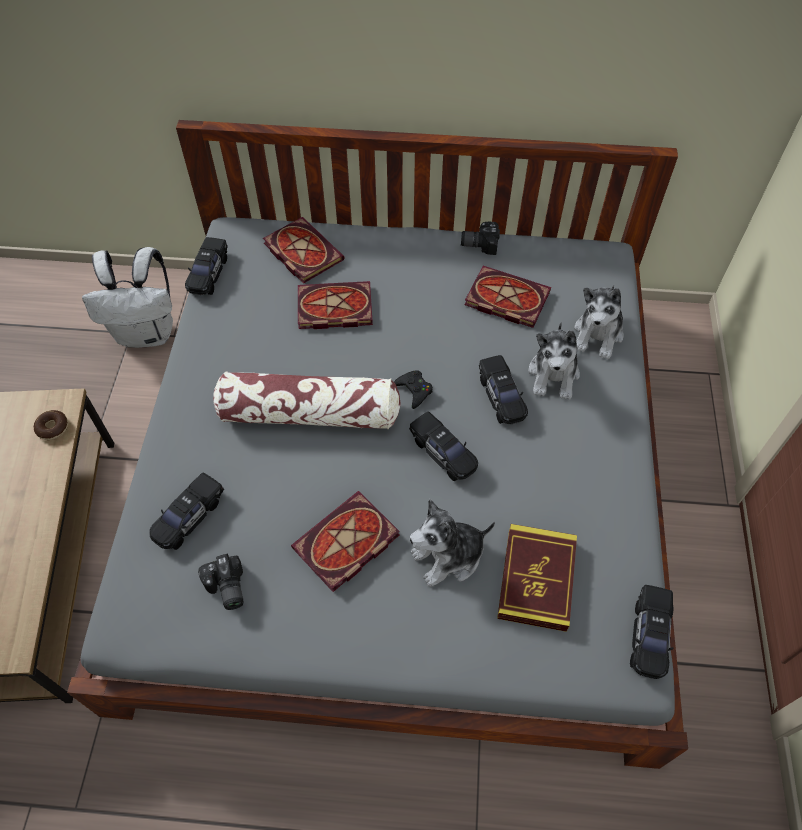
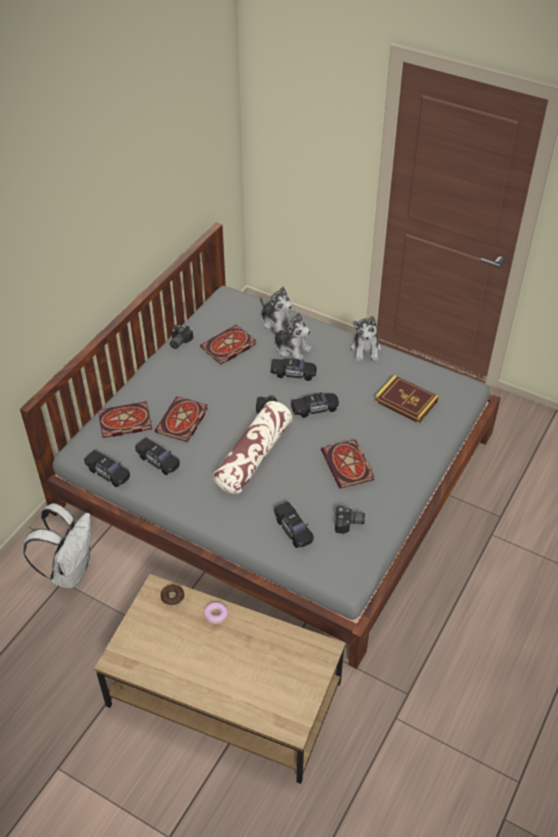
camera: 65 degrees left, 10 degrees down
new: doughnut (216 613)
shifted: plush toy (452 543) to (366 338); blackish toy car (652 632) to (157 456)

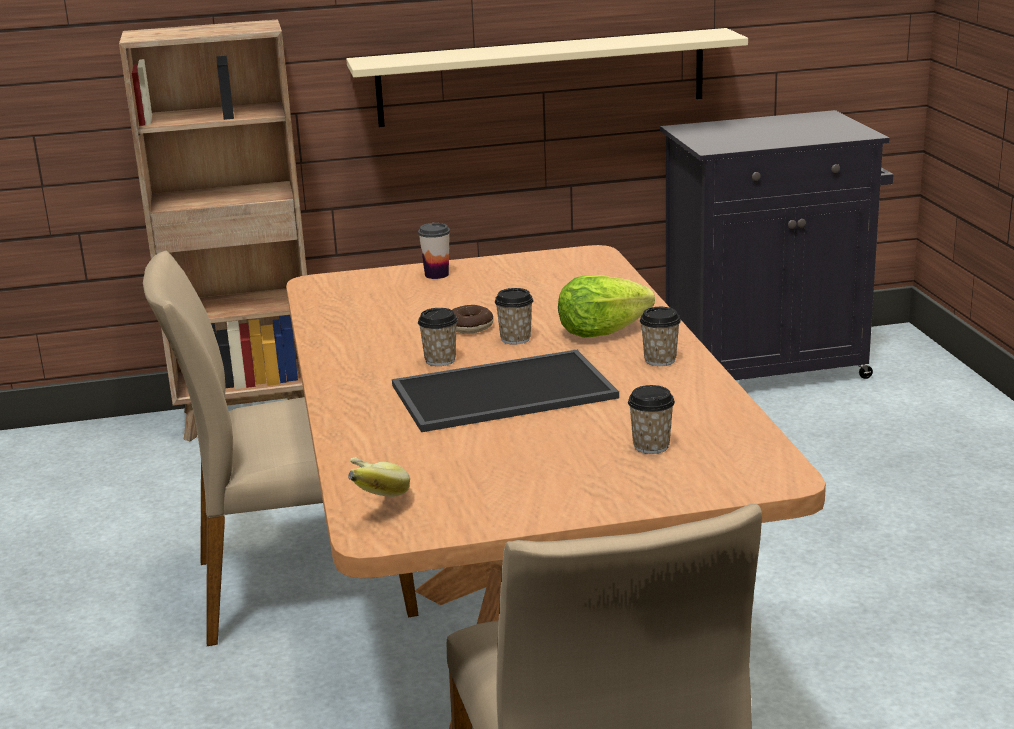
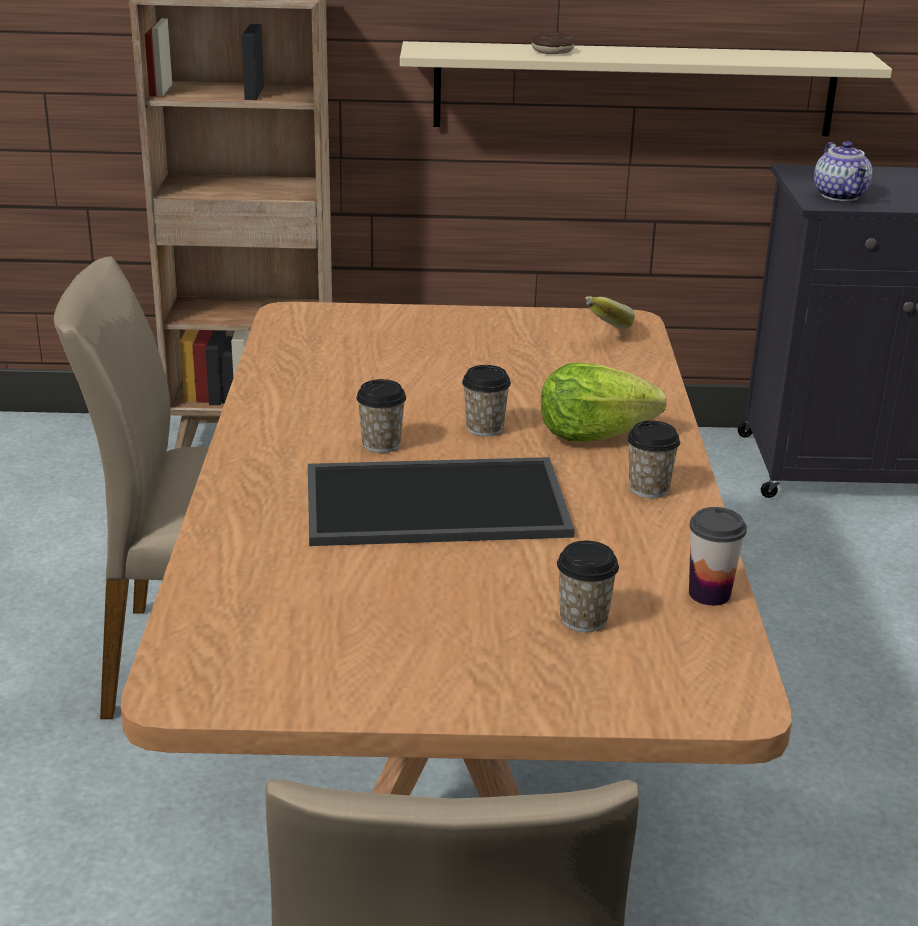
camera: 10 degrees right, 5 degrees up
new: tea pot (843 171)
shifted: whole banana (379 477) to (610 312); drinking cup (434 251) to (718 556); doughnut (472 319) to (553 43)

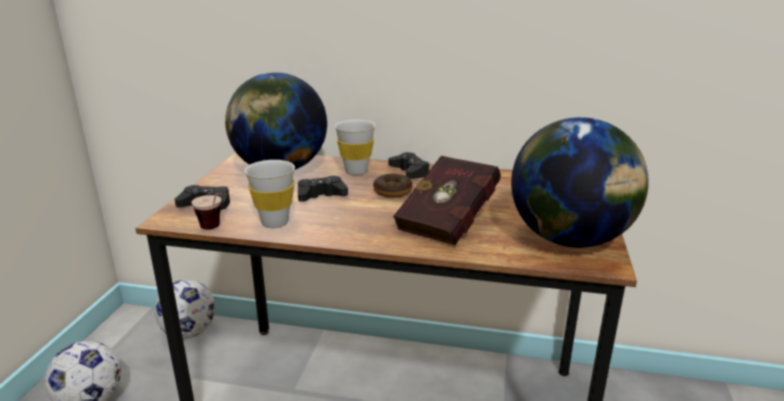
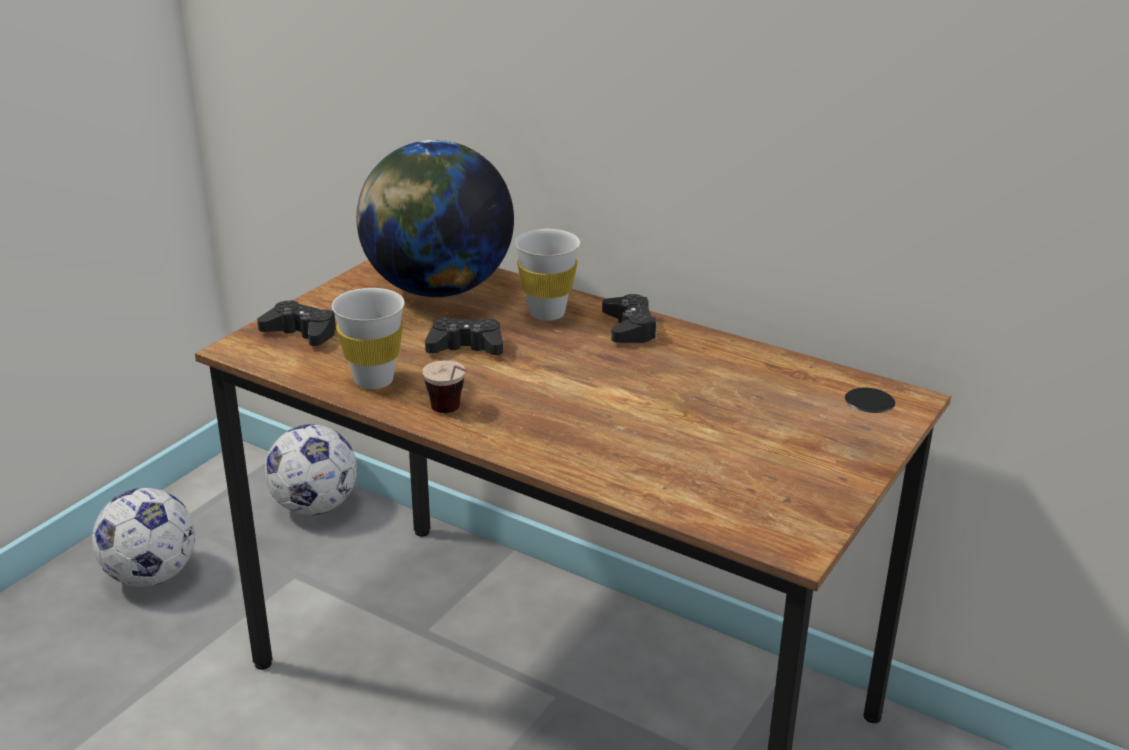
camera: 20 degrees right, 5 degrees up
gone: doughnut (392 186); red book (447 200); world globe (580 182)
shifted: drinking cup (209 211) to (444 386)

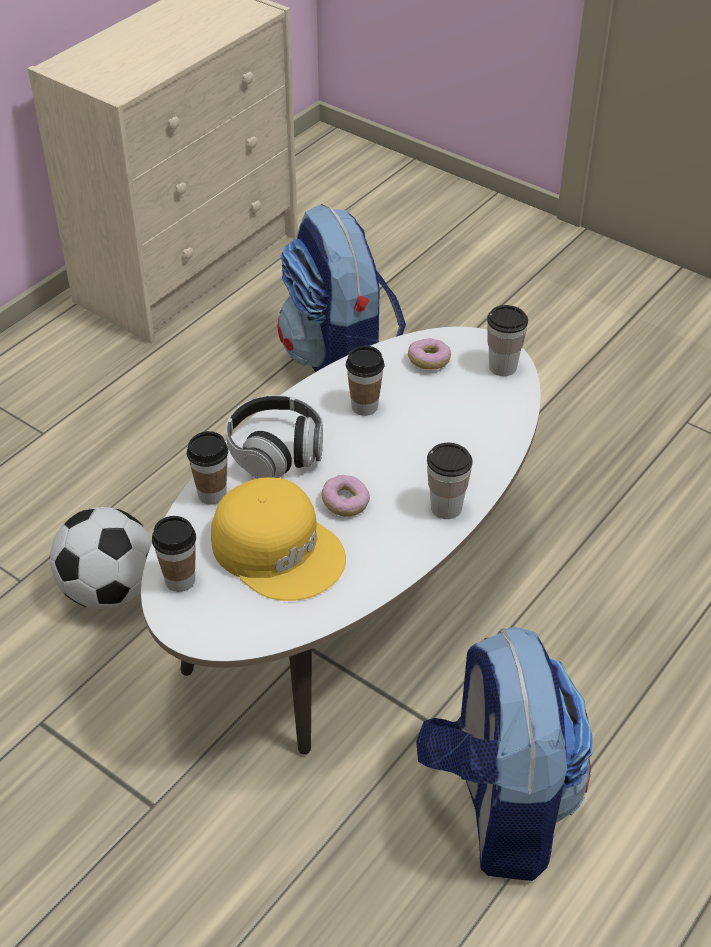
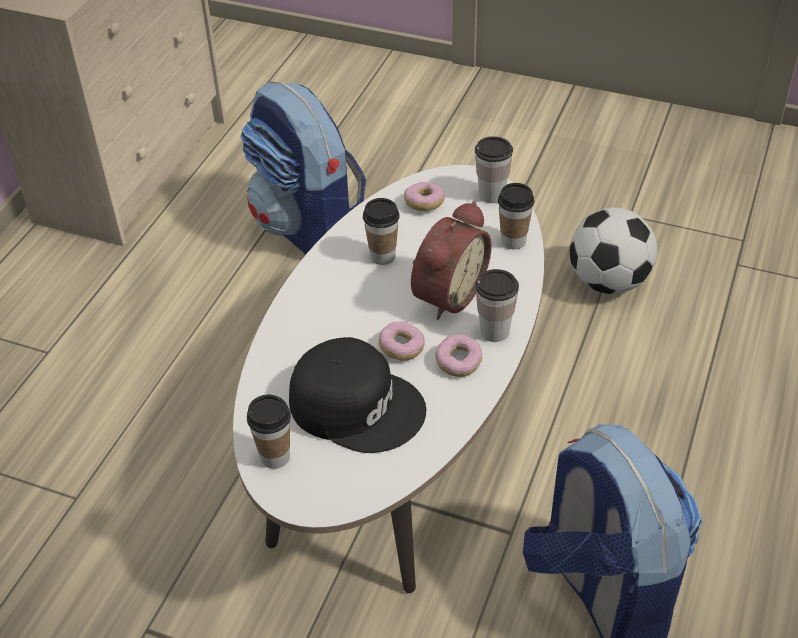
camera: 15 degrees left, 0 degrees up
gone: headphones (274 437)
new: table clock (451 260); doughnut (458 355)
shifted: ball for football (101 558) to (613 250); drinking cup (207 468) to (516 216)
repainted: yellow-coloured peaked cap (278 539) to blackish peaked cap (357 395)

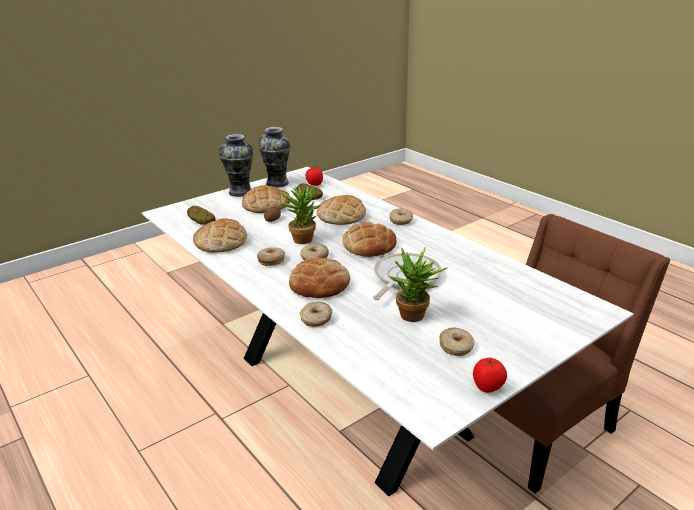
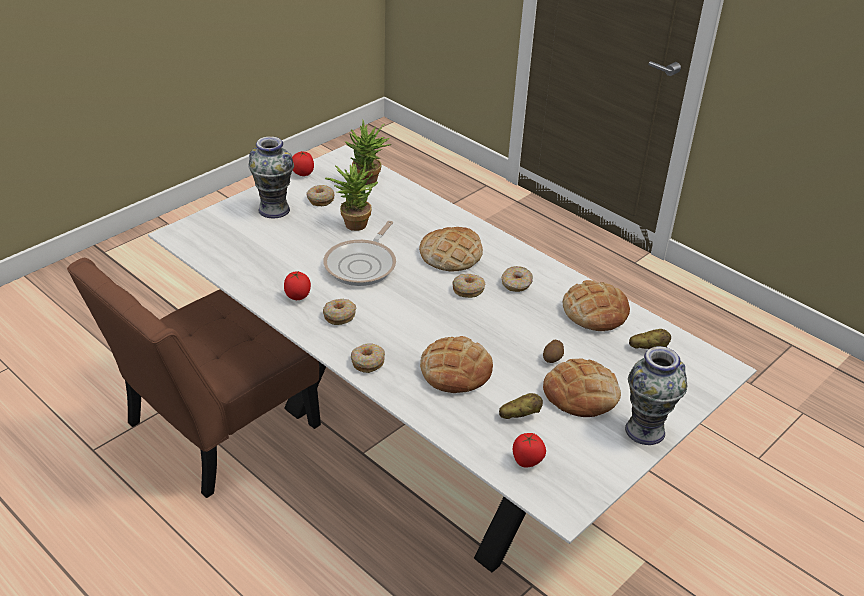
camera: 170 degrees right, 10 degrees up
gone: baked bread (370 239)
new: whole tomato (297 286)
shifted: decorative vase (275 157) to (271 177); plant in a pot (300 214) to (368 152); doughnut (316 314) to (340 312)

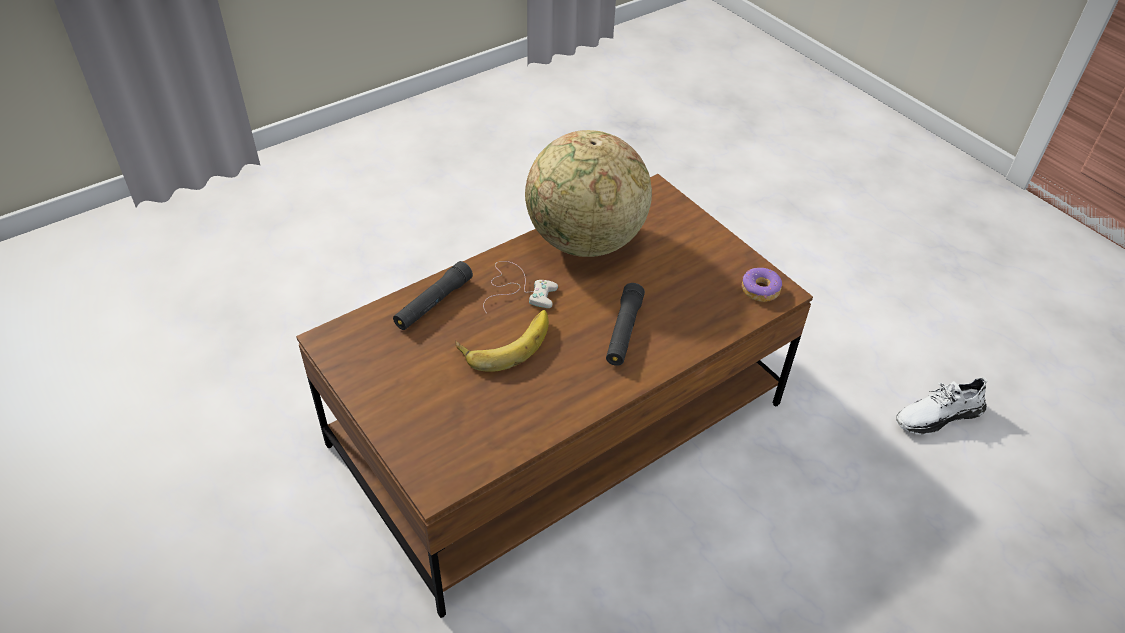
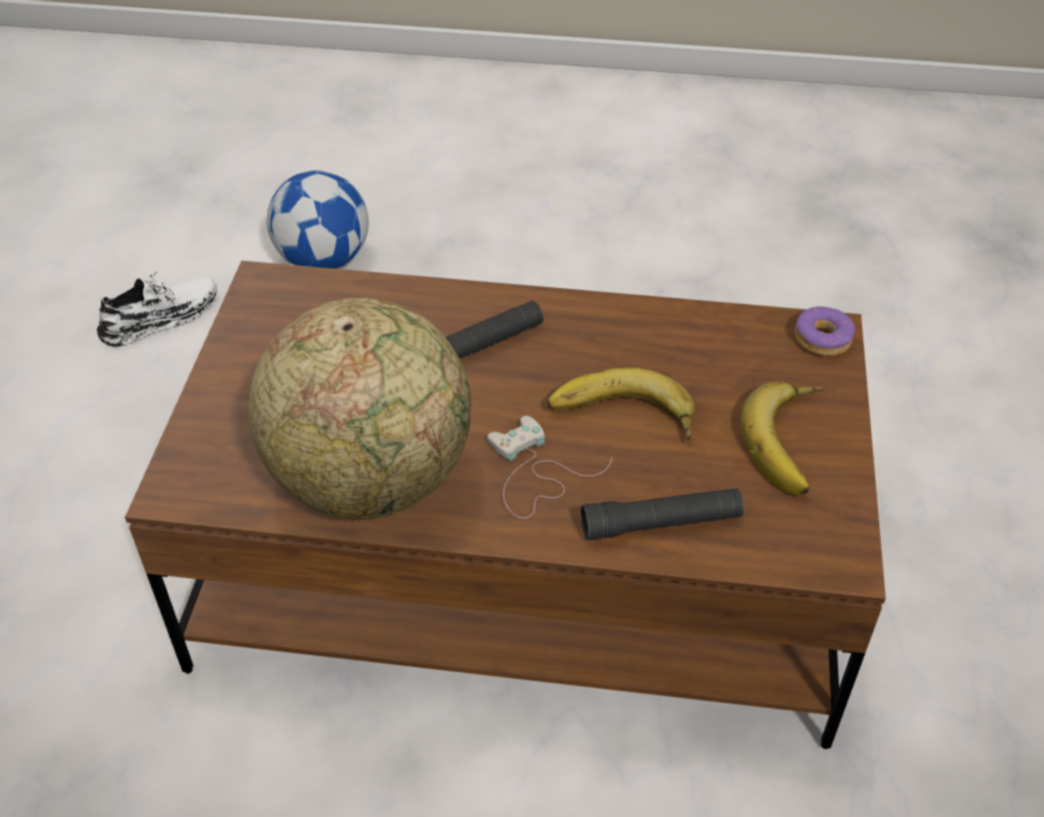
camera: 135 degrees left, 0 degrees up
new: ball for football (318 219); whole banana (783 438)
shifted: doughnut (762 285) to (825 331)
rotated: white shoe (942 405) = (157 309) 60 degrees counterclockwise

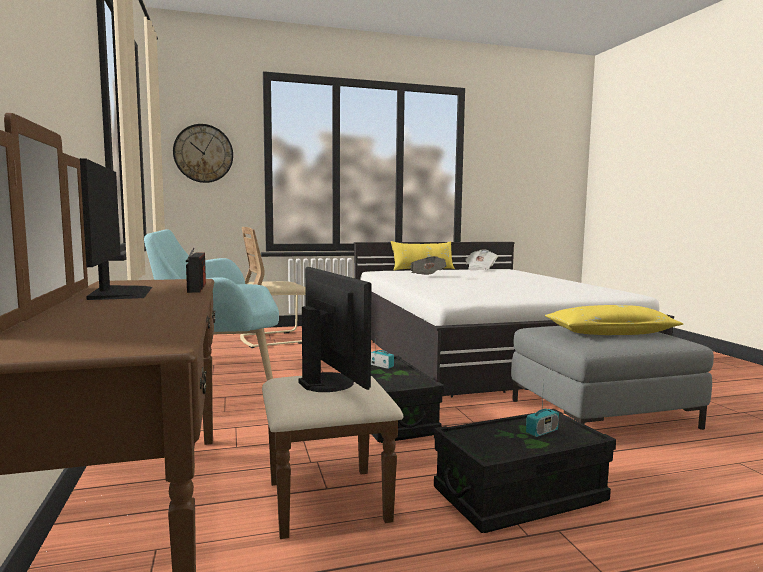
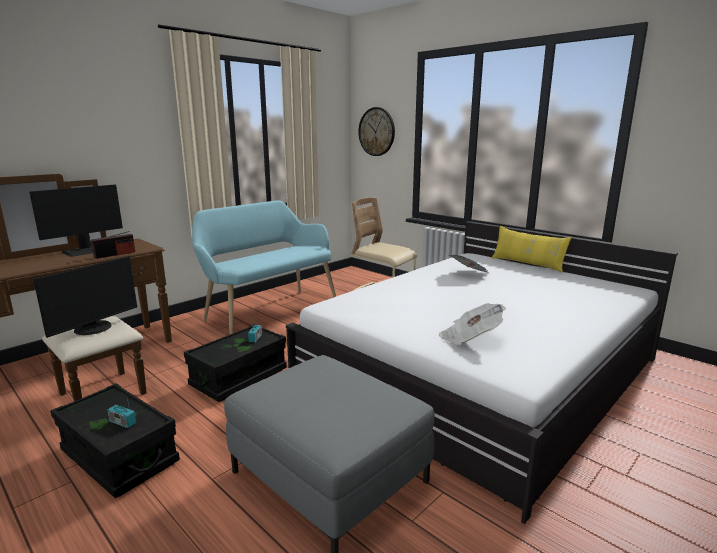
camera: 60 degrees right, 10 degrees up
gone: yellow-coloured throw pillow (614 320)
shifted: daily paper (481 260) to (472 324)

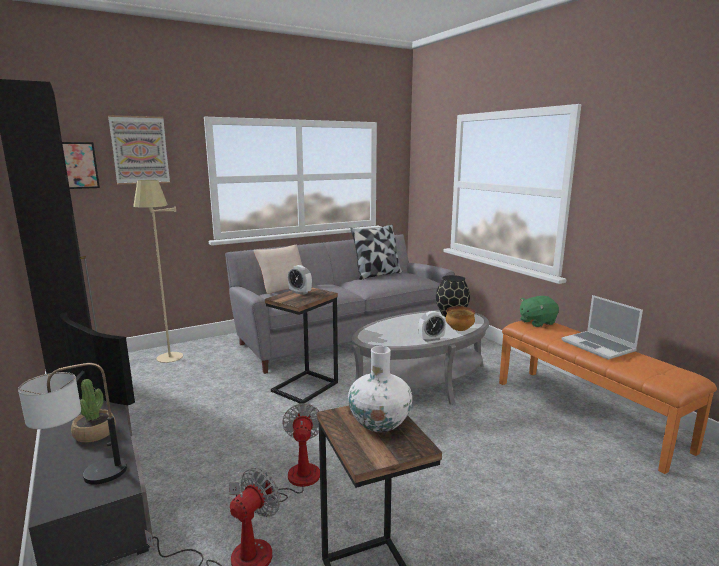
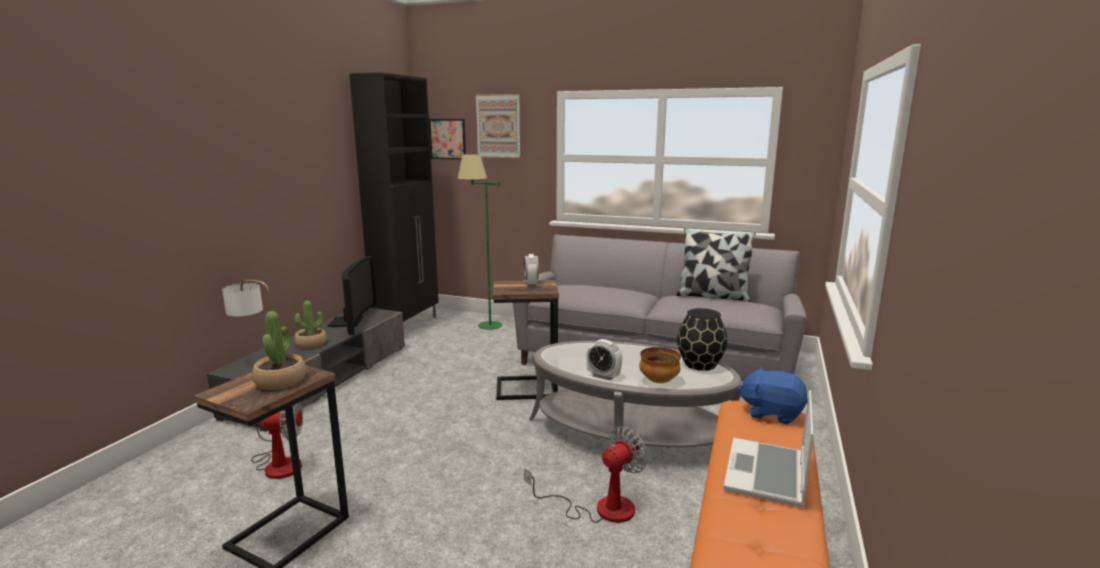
camera: 50 degrees right, 0 degrees up
gone: beige-coloured throw pillow (277 269)
shifted: cooling fan (274 452) to (586 475)
swapped: white decorative vase (380 389) to plant in a pot (279 350)
repainted: beige-coloured standard lamp (158 271) to green-coloured standard lamp (480 242); green-coloured plush toy (539 311) to blue plush toy (772 395)

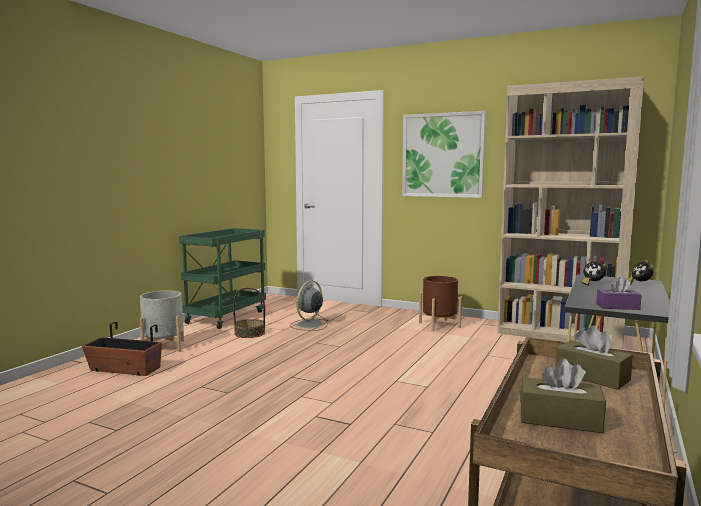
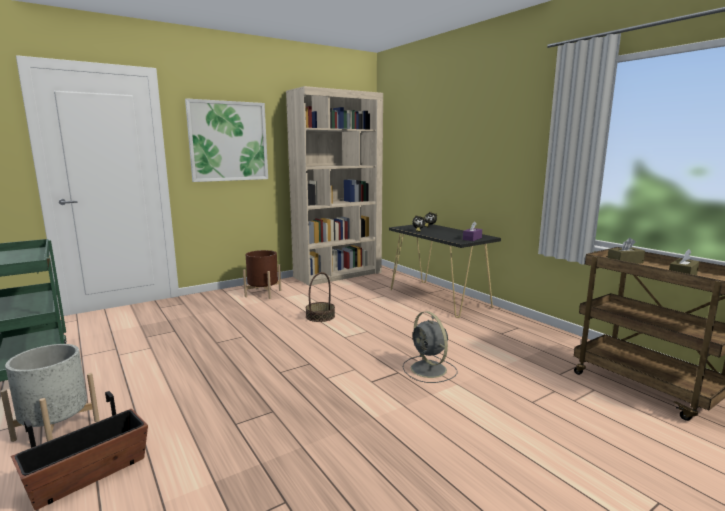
camera: 60 degrees left, 5 degrees up
shifted: household basket (249 312) to (320 297); gray cooling fan (309 306) to (430 347)

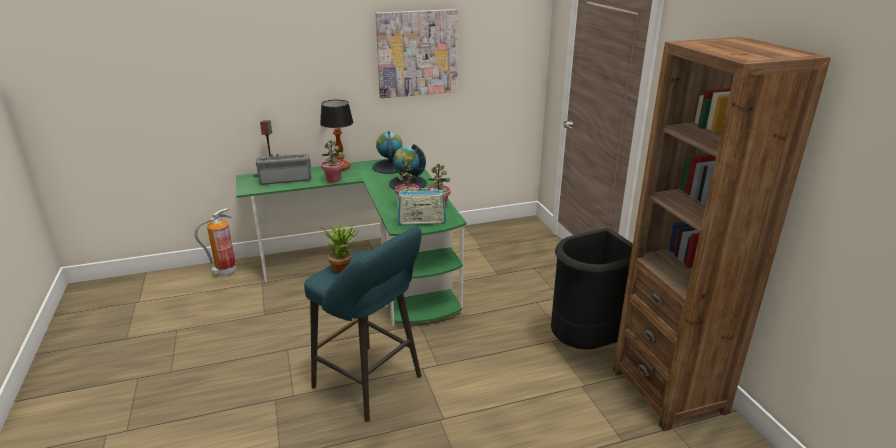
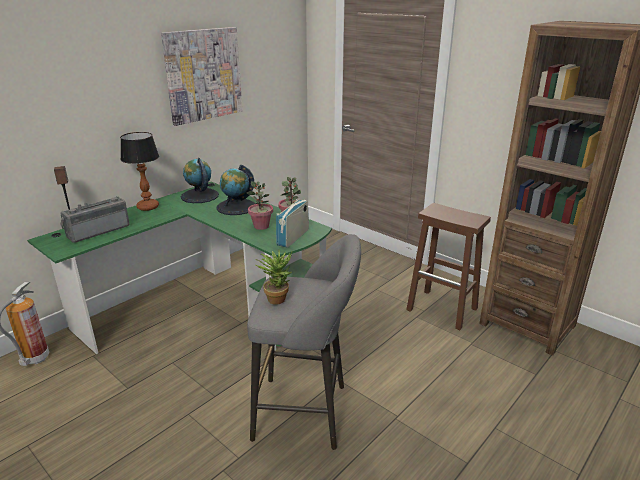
camera: 30 degrees left, 0 degrees up
gone: plant in a pot (332 161)
swapped: blackish rubbish bin (592 288) to brown-coloured stool (448 266)
repainted: turquoise-coloured stool (363 324) to gray stool (304 342)
rotated: radio set (421 206) = (292 221) 150 degrees clockwise

